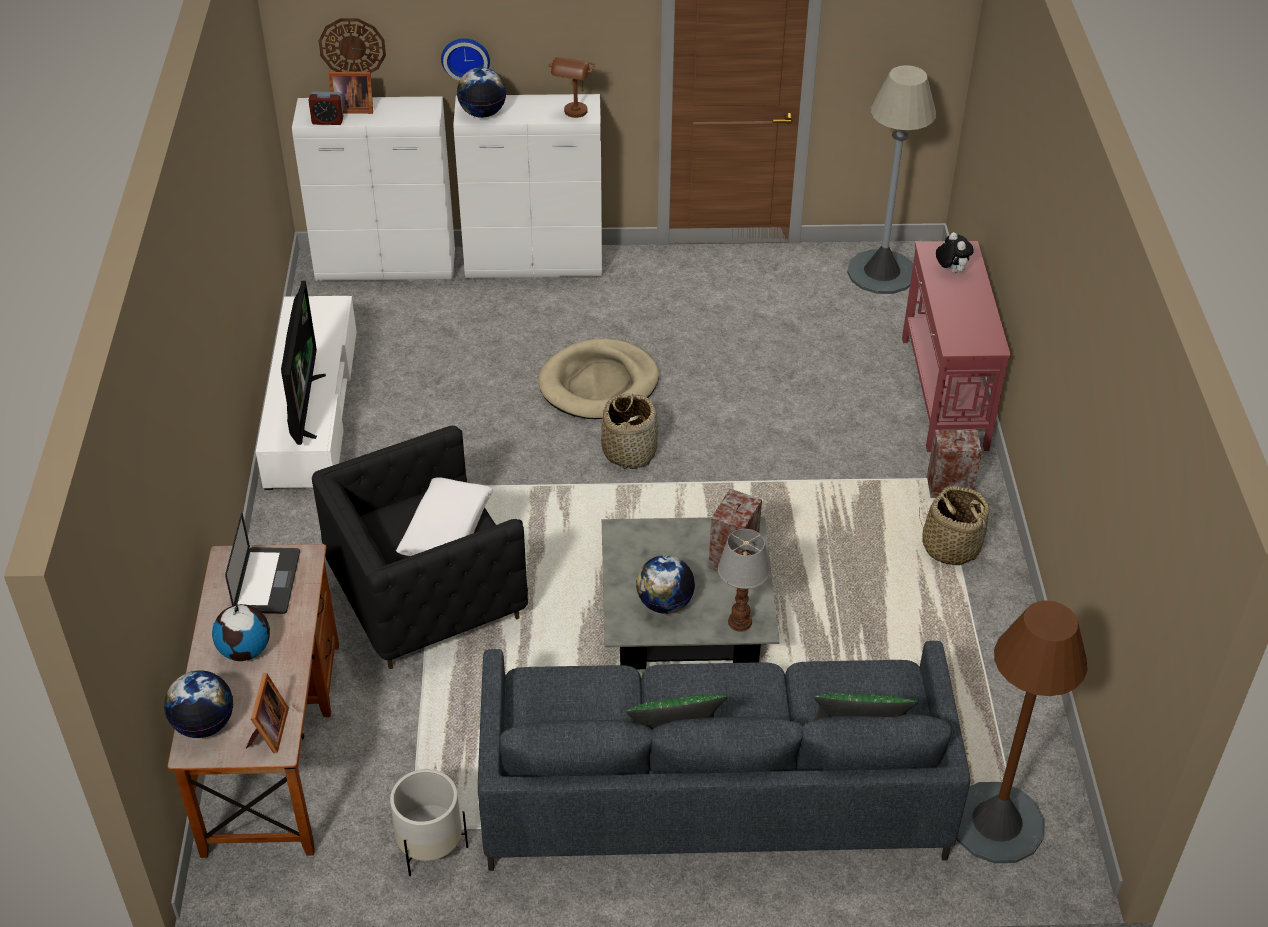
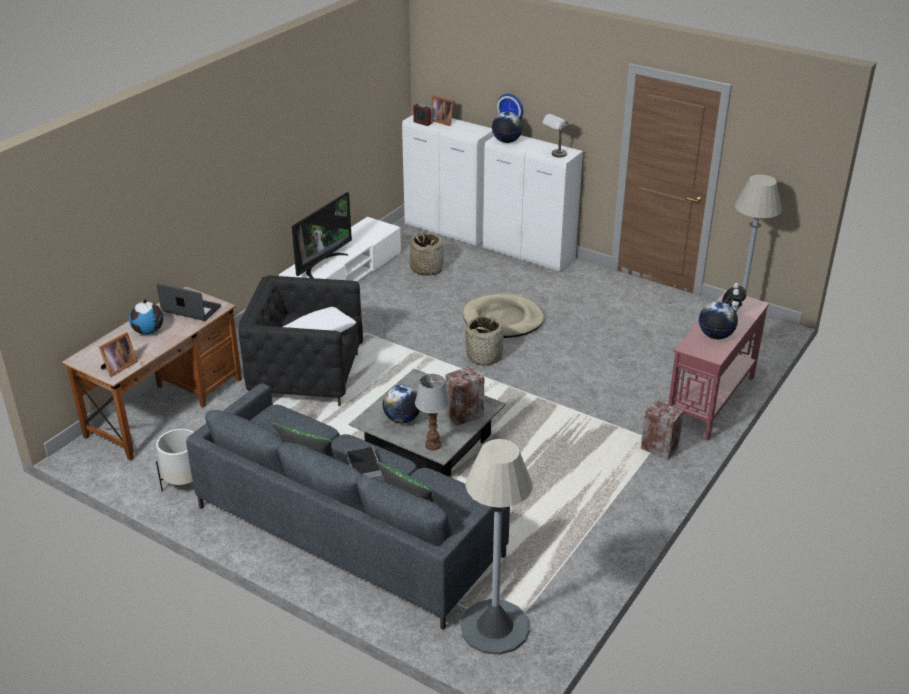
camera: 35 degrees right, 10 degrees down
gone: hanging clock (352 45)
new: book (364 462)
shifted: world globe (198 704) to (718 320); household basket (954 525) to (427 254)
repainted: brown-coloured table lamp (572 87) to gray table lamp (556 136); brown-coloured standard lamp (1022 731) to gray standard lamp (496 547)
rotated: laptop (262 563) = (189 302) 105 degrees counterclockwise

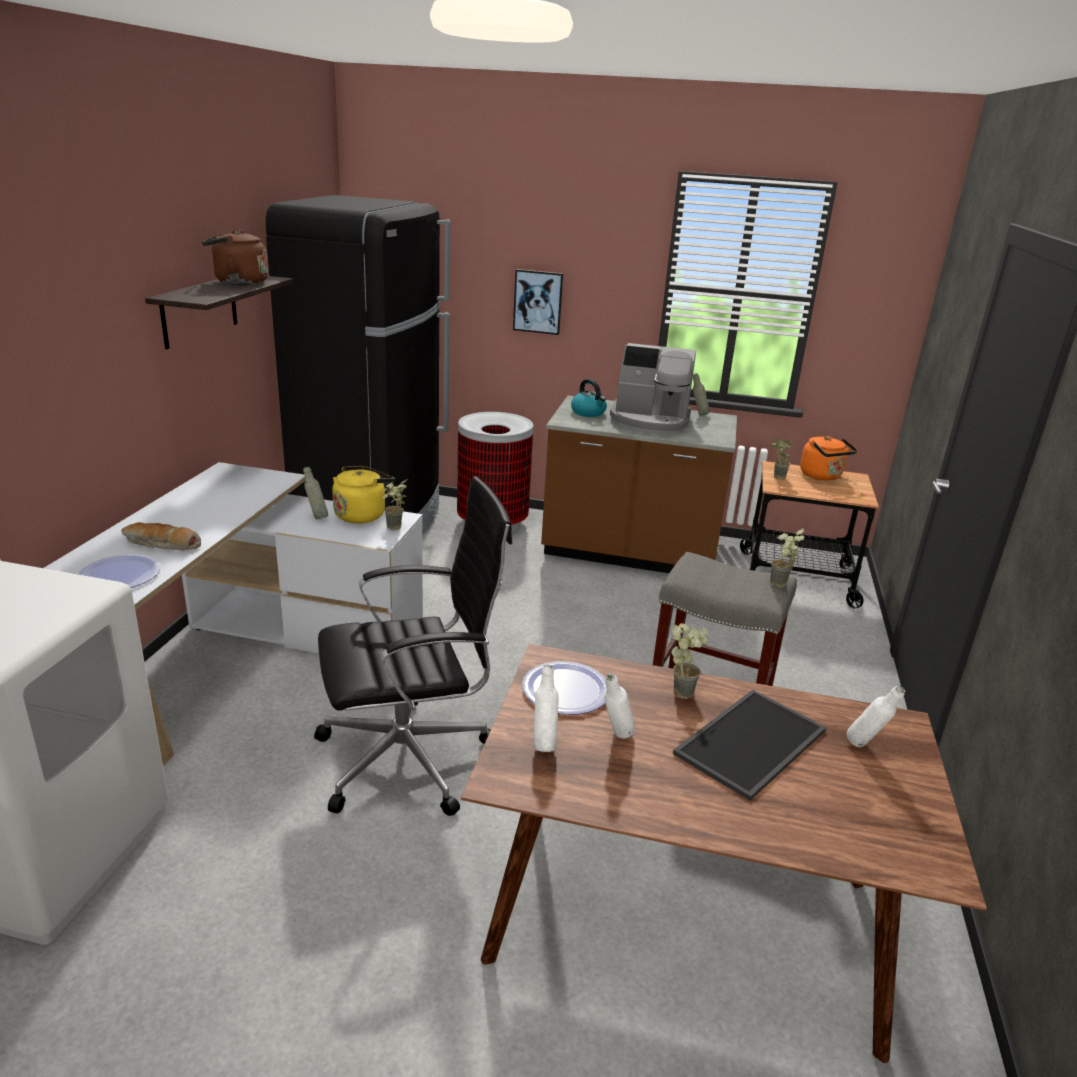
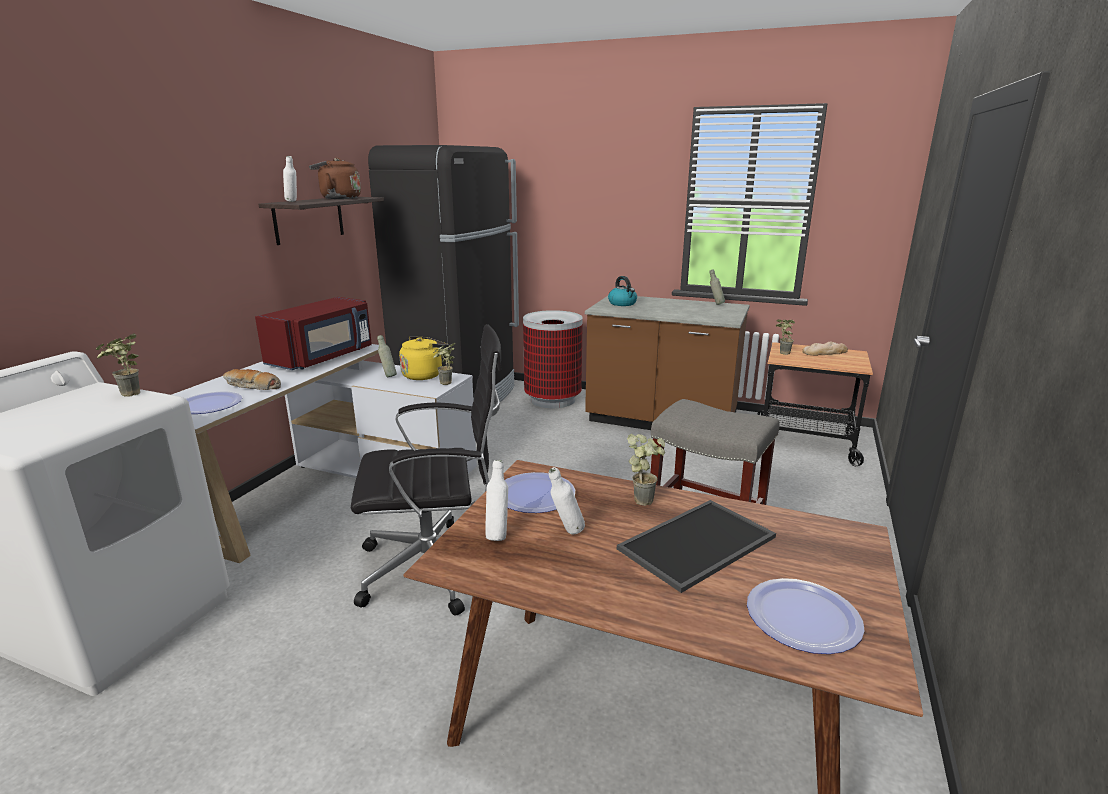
camera: 10 degrees right, 5 degrees down
gone: wall art (538 302); coffee brewer (653 388)
new: red microwave (313 333); plate (806 616)
shifted: plant in a pot (787 558) to (118 365); white bottle (876 716) to (290 179)
swapped: orange-coloured tea kettle (828 458) to baked bread (825 349)

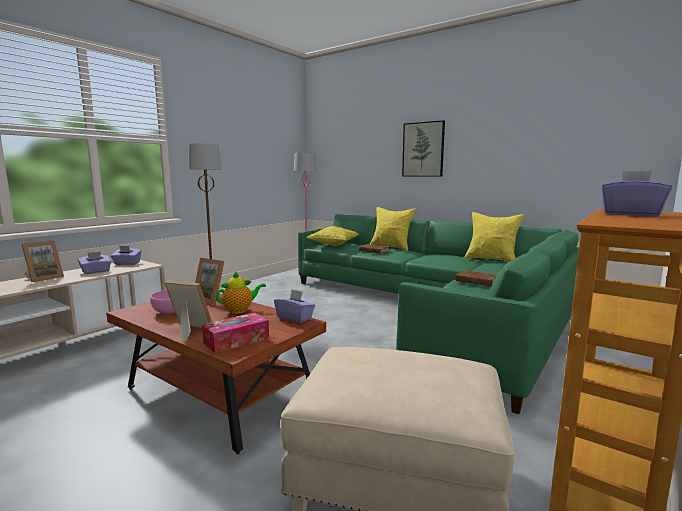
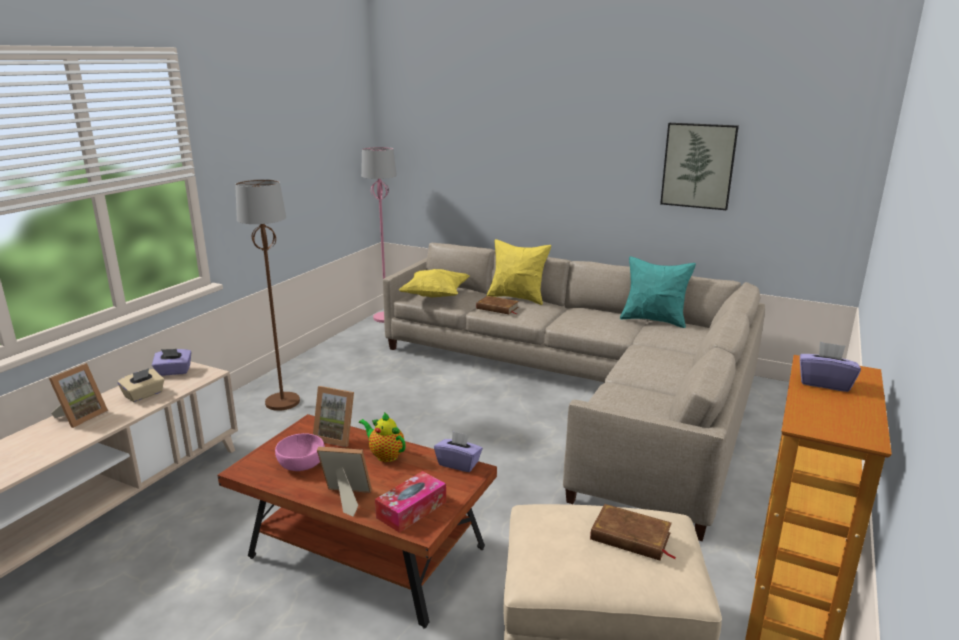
camera: 10 degrees left, 10 degrees up
shifted: wall art (423 148) to (699 166); brown-coloured book (476 278) to (633 532)
repainted: purple-coloured tissue holder (94 263) to beige-coloured tissue holder (141 385); green-coloured settee (438 314) to beige-coloured settee (574 392); yellow-coloured throw pillow (494 237) to turquoise-coloured throw pillow (658 292)
rotated: tea pot (241 292) = (382 437) 105 degrees counterclockwise

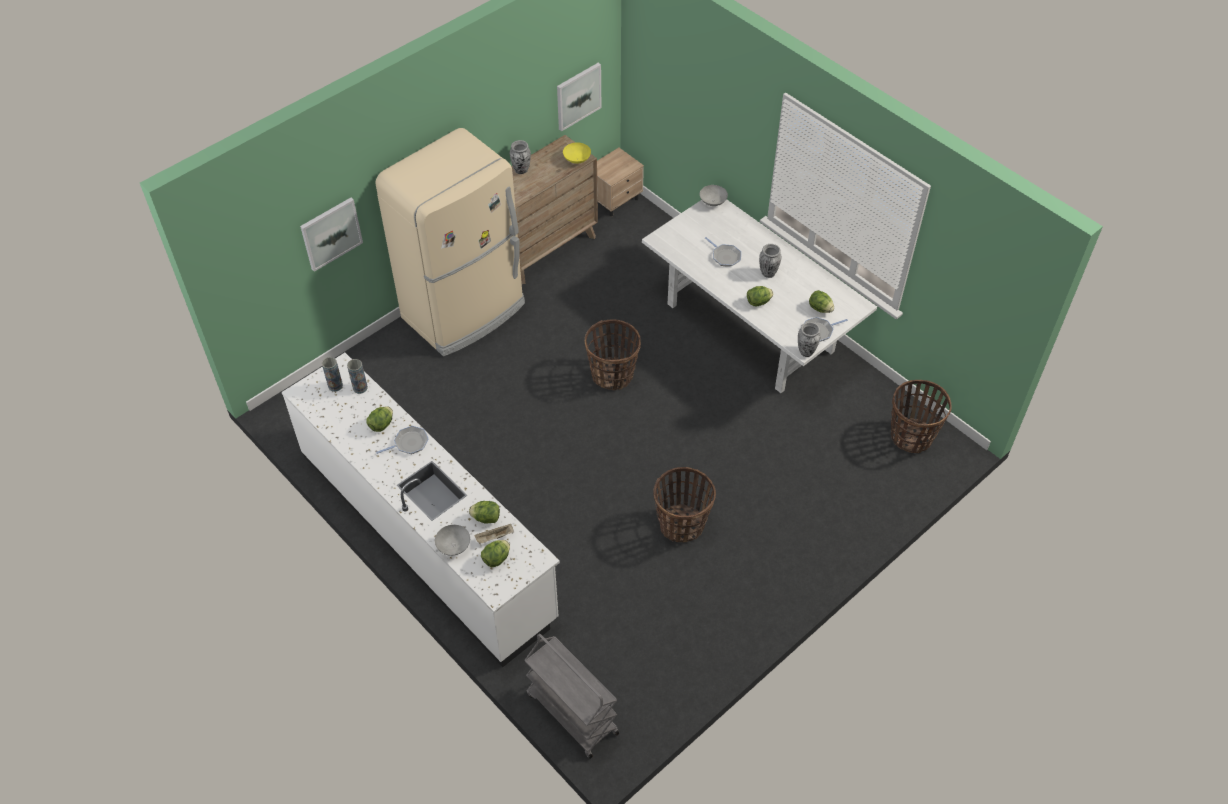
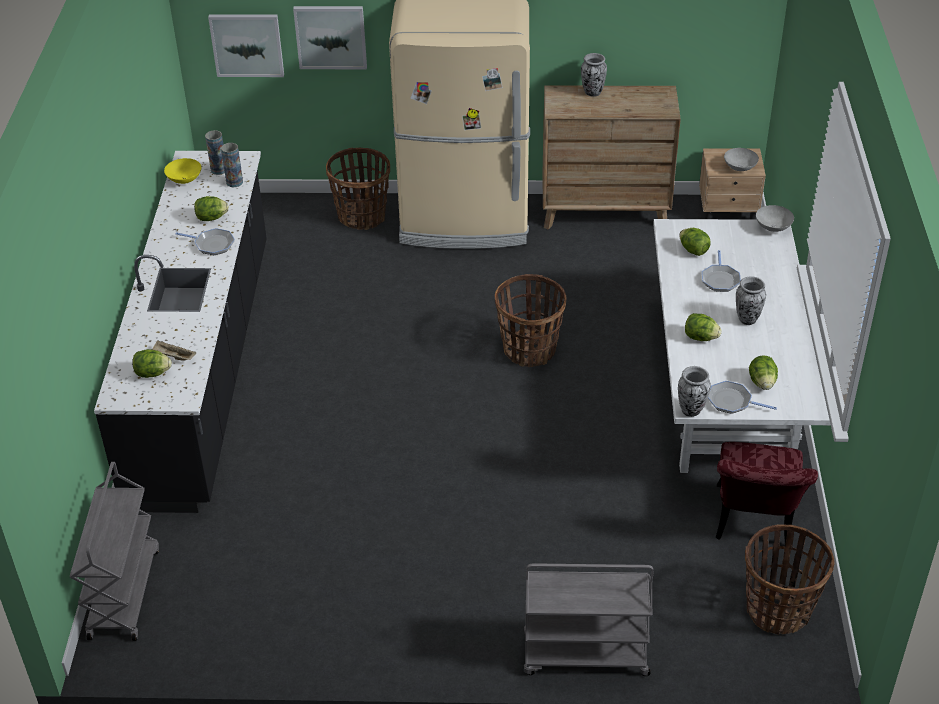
camera: 45 degrees right, 10 degrees down
new: gray wheeled cart (588 619); red plain chair (767 493)
shifted: gray bowl (452 540) to (741 159); head of lettuce (484 512) to (695 242); wall art (579 97) to (246 46); yellow-coloured bowl (577 153) to (182 171); household basket (684 505) to (358 188)
repainted: white counter (421 510) to blackish counter (180 332)

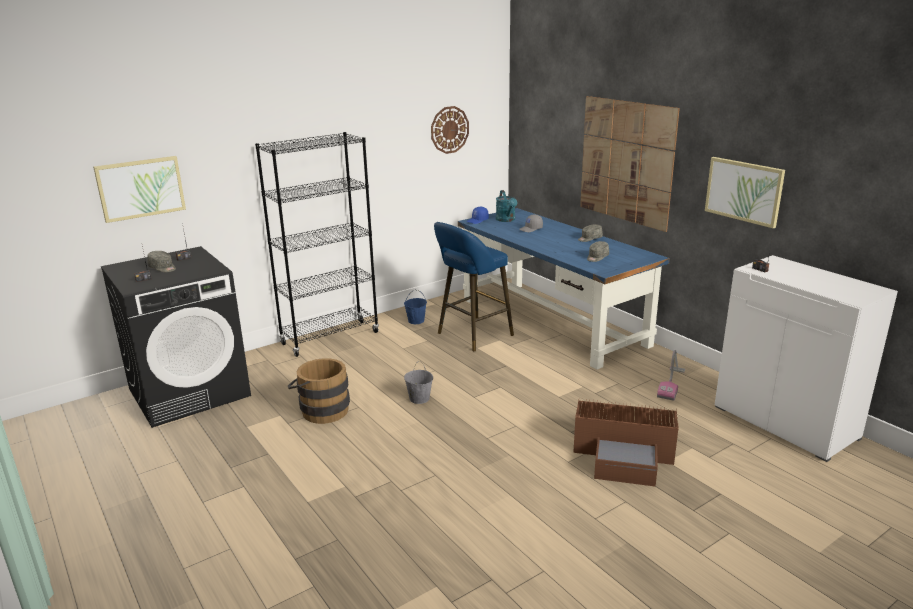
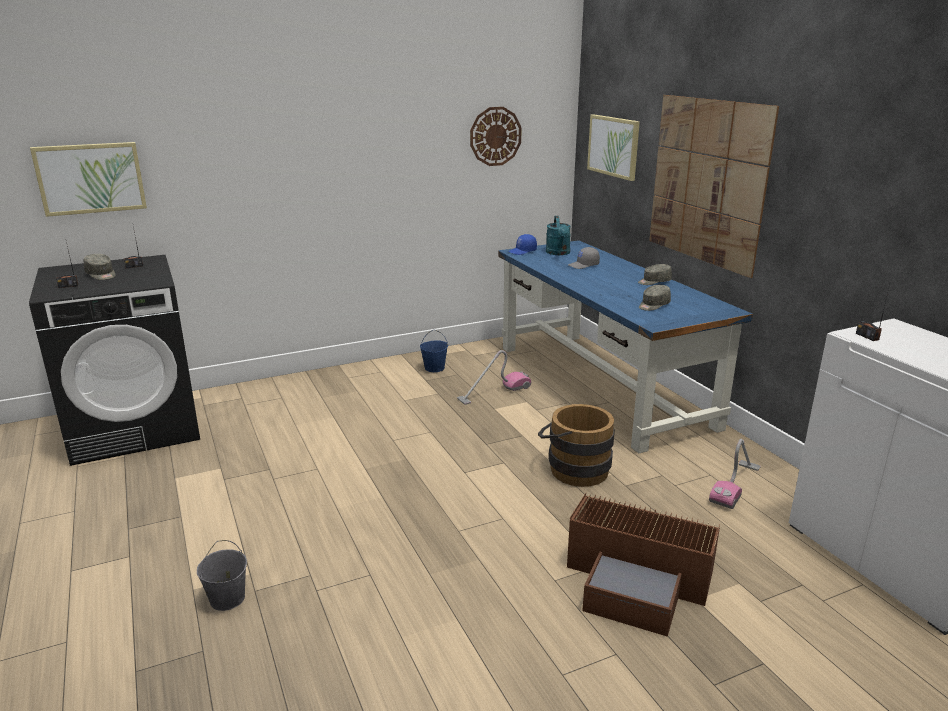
camera: 10 degrees right, 0 degrees up
gone: blackish bookcase (317 244)
shifted: brown-coloured pail (319 391) to (576 445); gray pail (418 382) to (222 575); wall art (745 192) to (613 147)
swapped: blue stool (474 286) to vacuum cleaner (494 377)

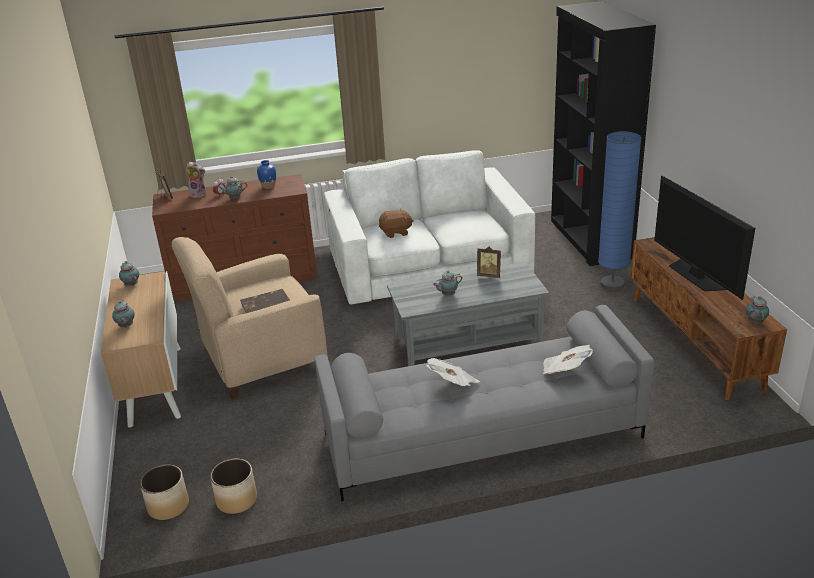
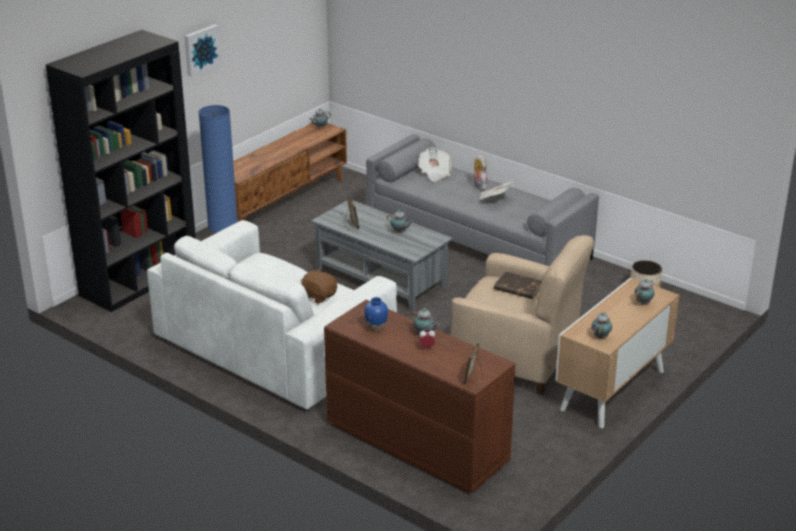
camera: 130 degrees left, 0 degrees up
gone: planter (164 492); TV set (704 238)
new: wall art (202 50)
shifted: plush toy (196 180) to (480 172)

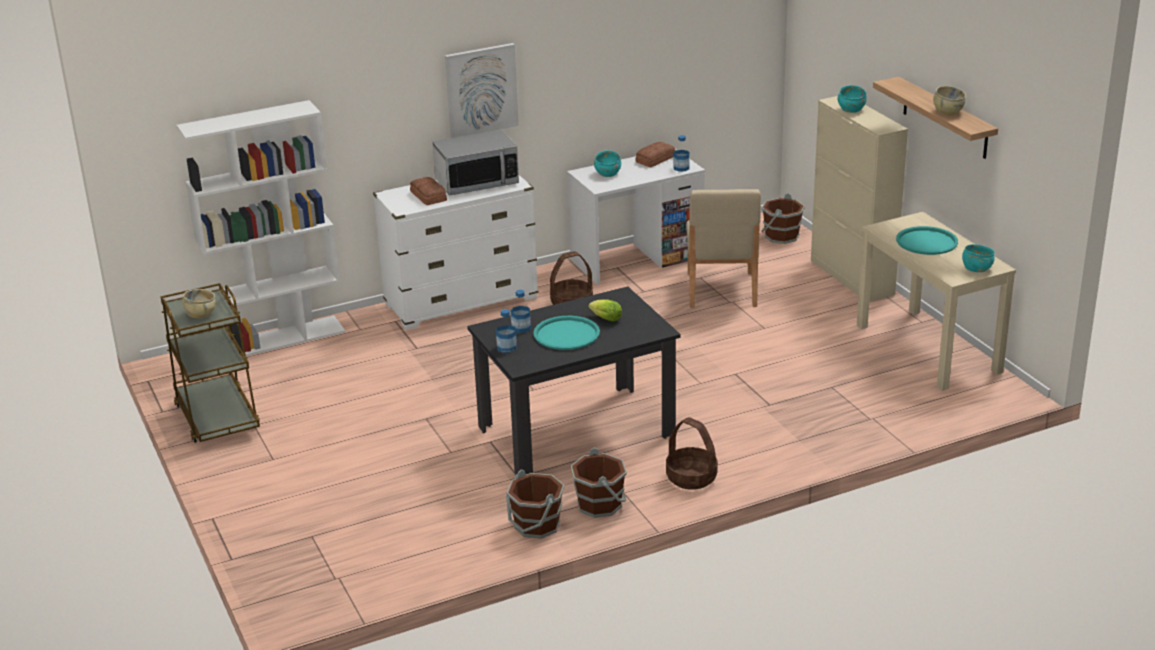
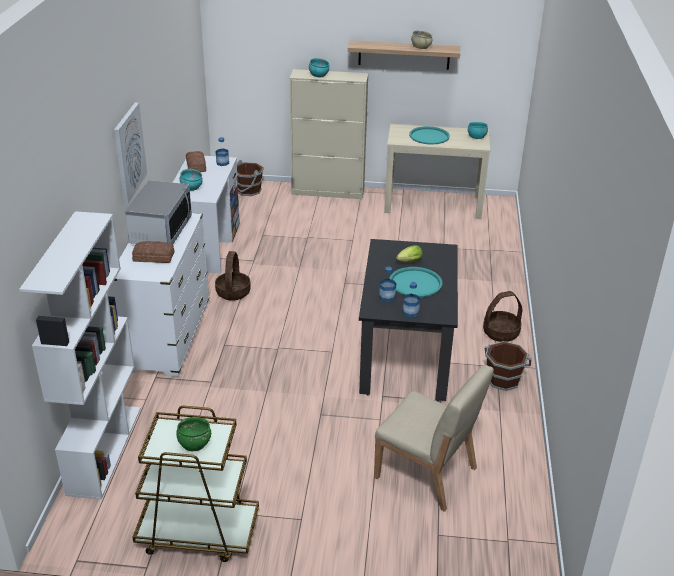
camera: 60 degrees left, 5 degrees up
gone: brown-coloured pail (535 504)
shifted: beige-coloured plain chair (723 248) to (434 438)
repainted: beige-coloured bowl (199 303) to green-coloured bowl (193 434)

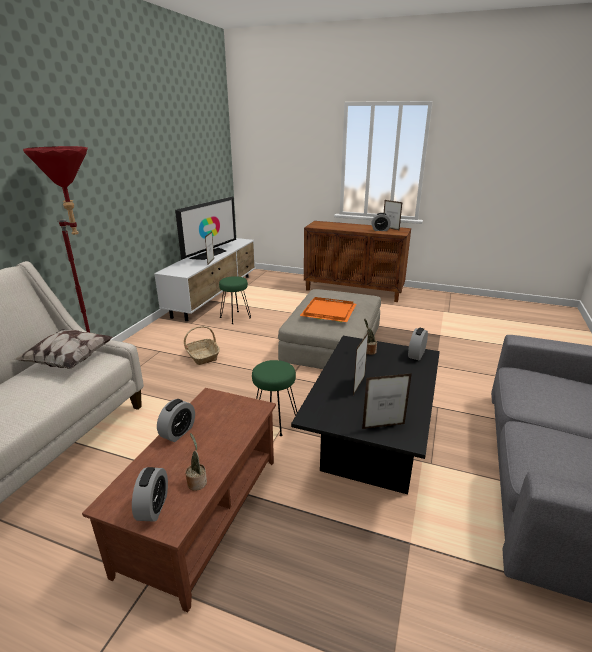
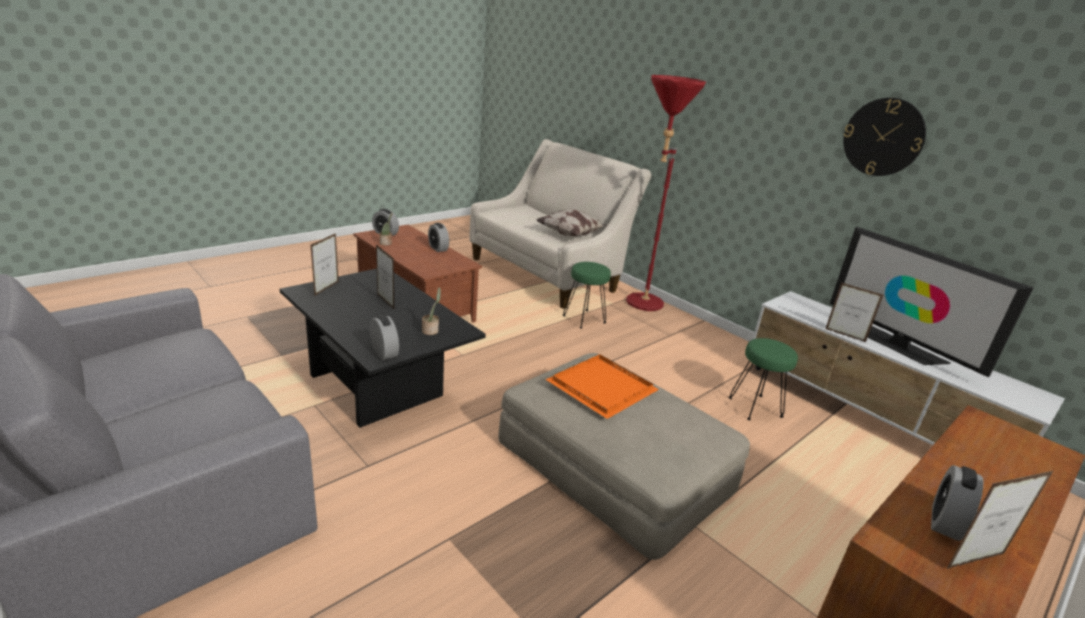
camera: 115 degrees right, 0 degrees up
gone: household basket (202 345)
new: hanging clock (884 137)
shifted: green-coloured stool (275 398) to (587 295)

